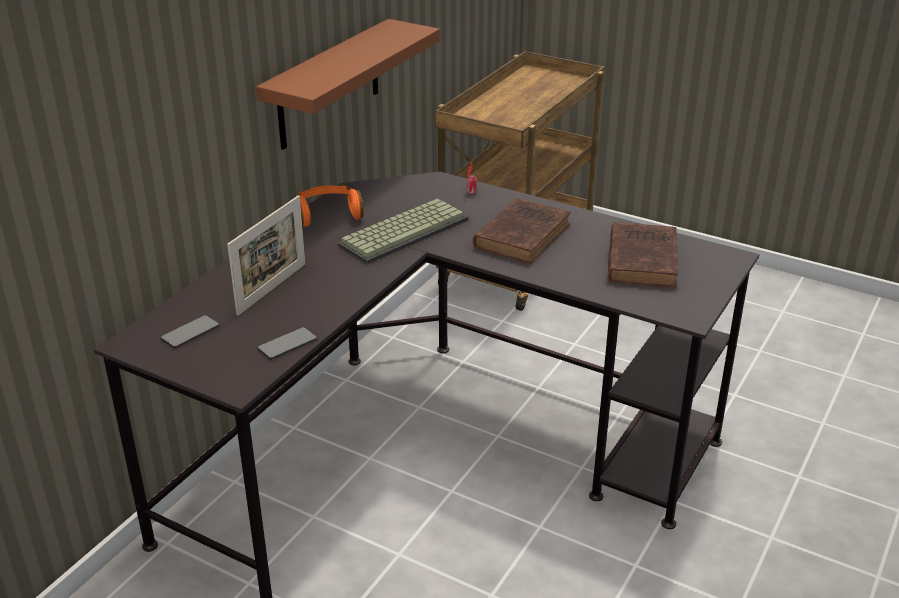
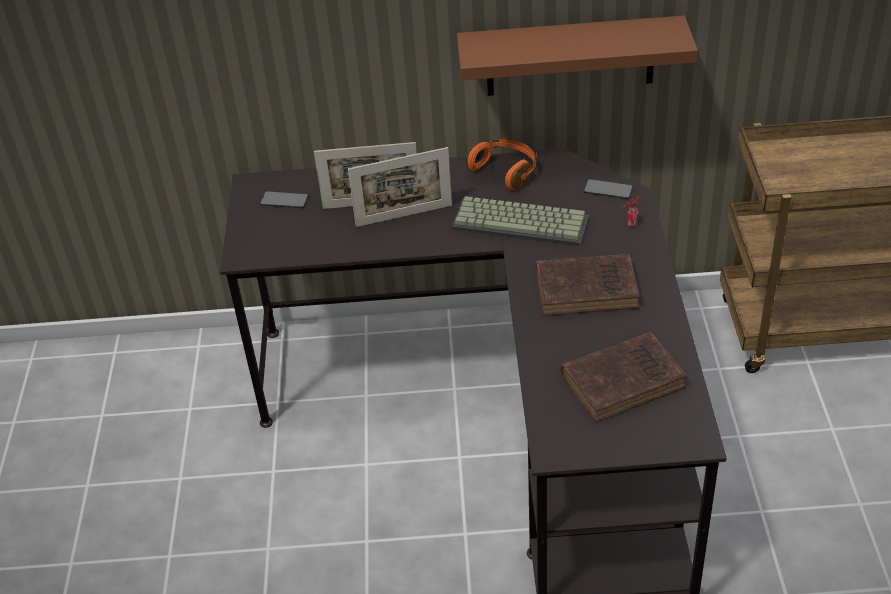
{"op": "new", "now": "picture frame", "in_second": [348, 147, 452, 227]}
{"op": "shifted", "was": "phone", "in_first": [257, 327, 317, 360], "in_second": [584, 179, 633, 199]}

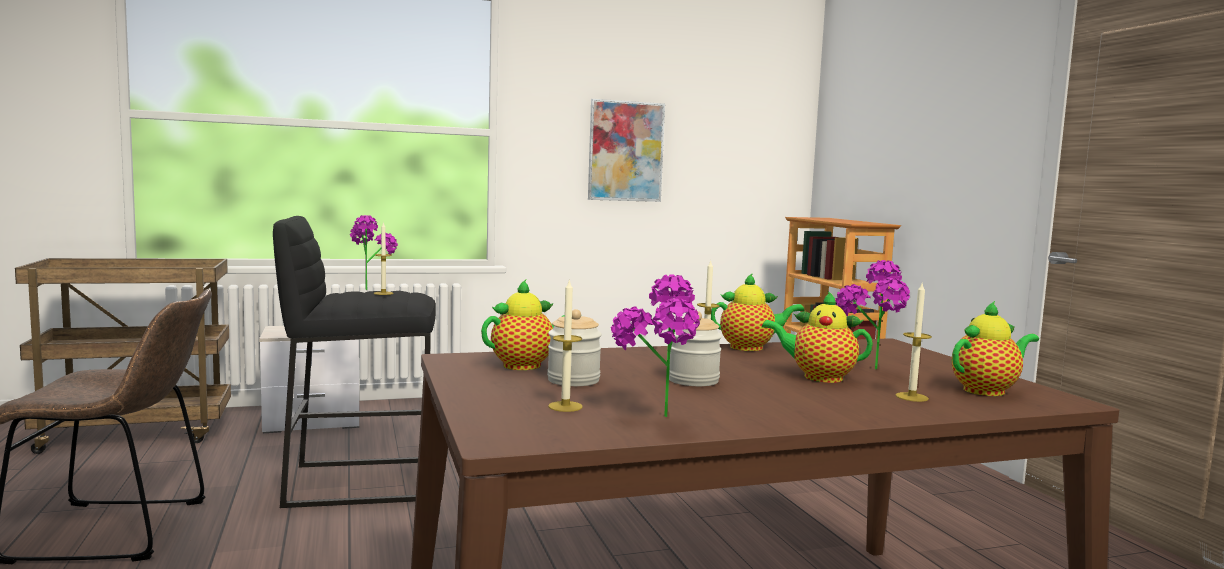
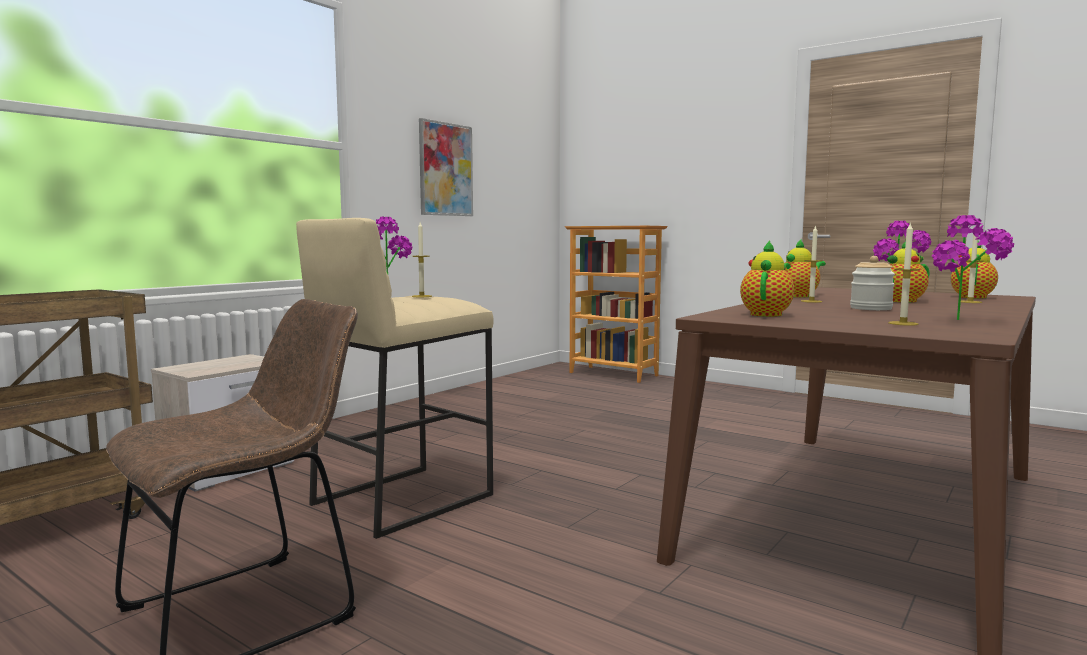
{"op": "gone", "was": "jar", "in_first": [547, 309, 602, 386]}
{"op": "repainted", "was": "black stool", "now": "beige stool", "in_first": [273, 216, 436, 508], "in_second": [296, 218, 494, 539]}

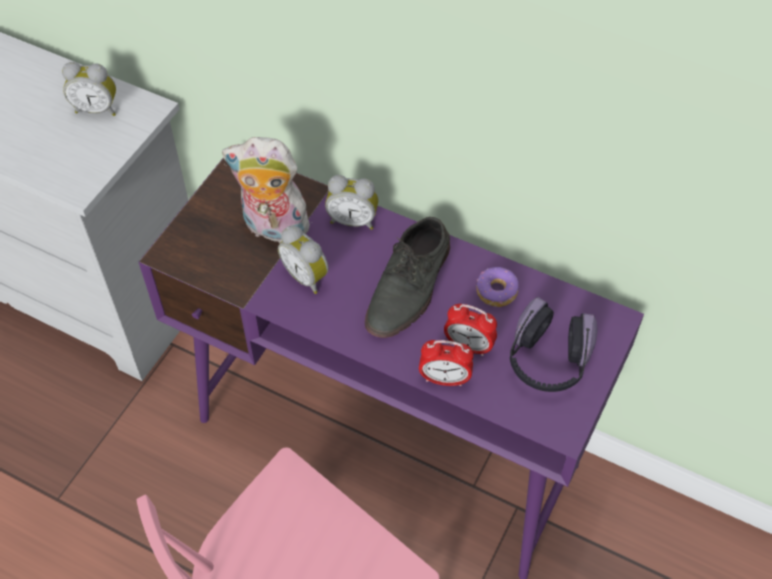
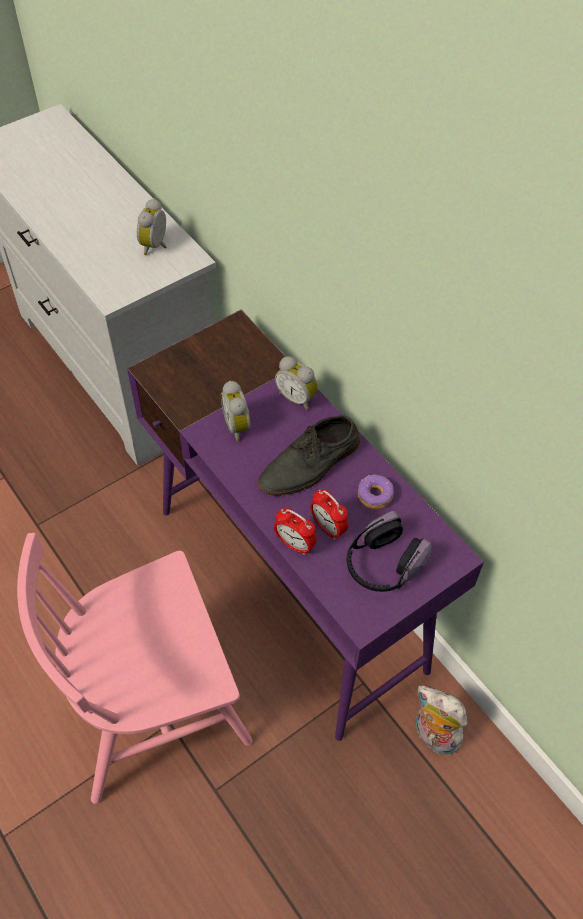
{"op": "shifted", "was": "plush toy", "in_first": [222, 137, 315, 243], "in_second": [416, 686, 467, 755]}
{"op": "rotated", "was": "alarm clock", "in_first": [62, 62, 116, 116], "in_second": [137, 198, 167, 255], "clockwise": 75}

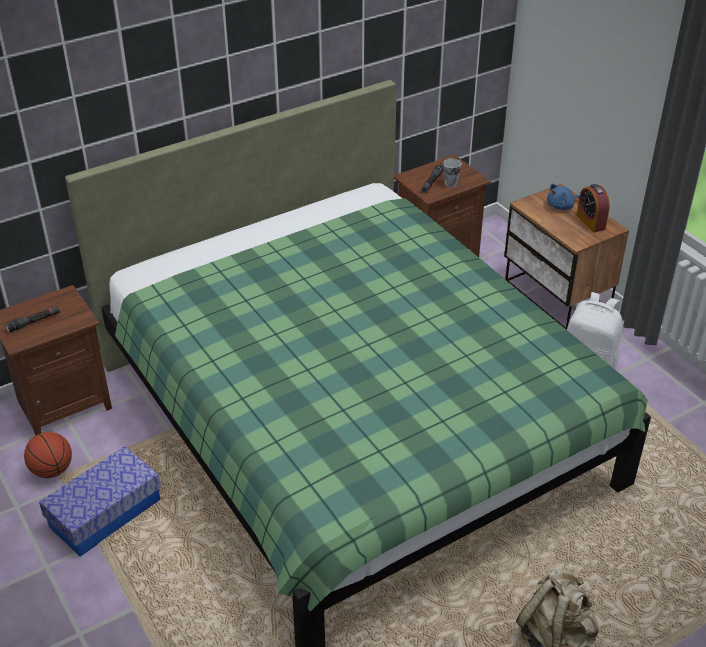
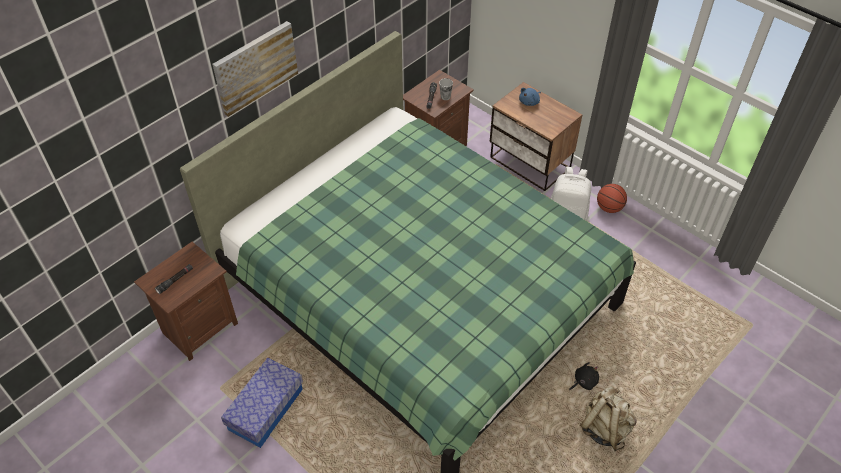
{"op": "gone", "was": "alarm clock", "in_first": [577, 184, 610, 232]}
{"op": "new", "now": "picture", "in_second": [212, 21, 298, 117]}
{"op": "new", "now": "black plush toy", "in_second": [569, 362, 599, 390]}
{"op": "shifted", "was": "basketball", "in_first": [24, 432, 72, 478], "in_second": [597, 184, 627, 213]}

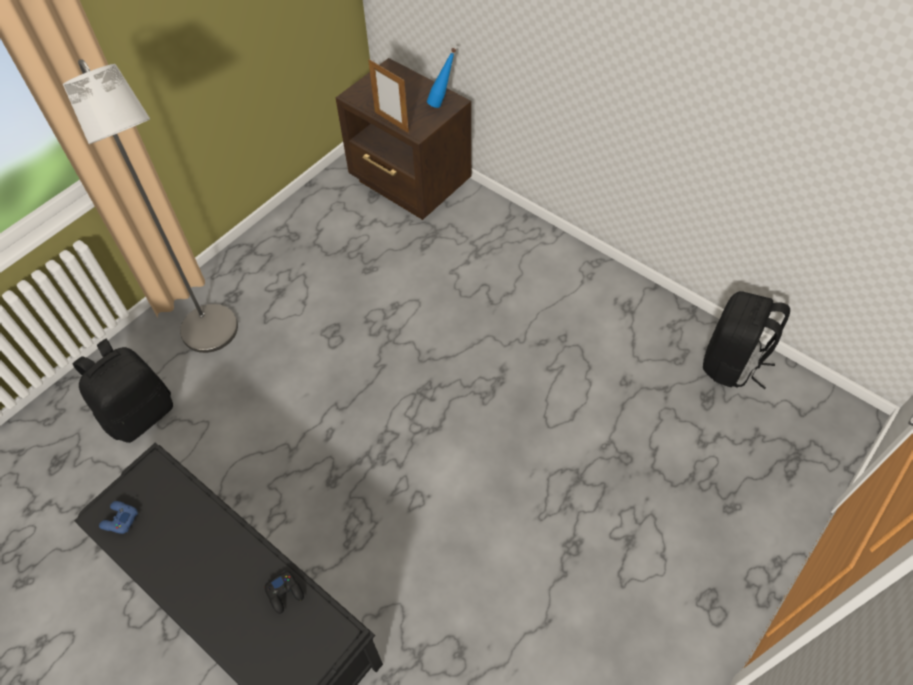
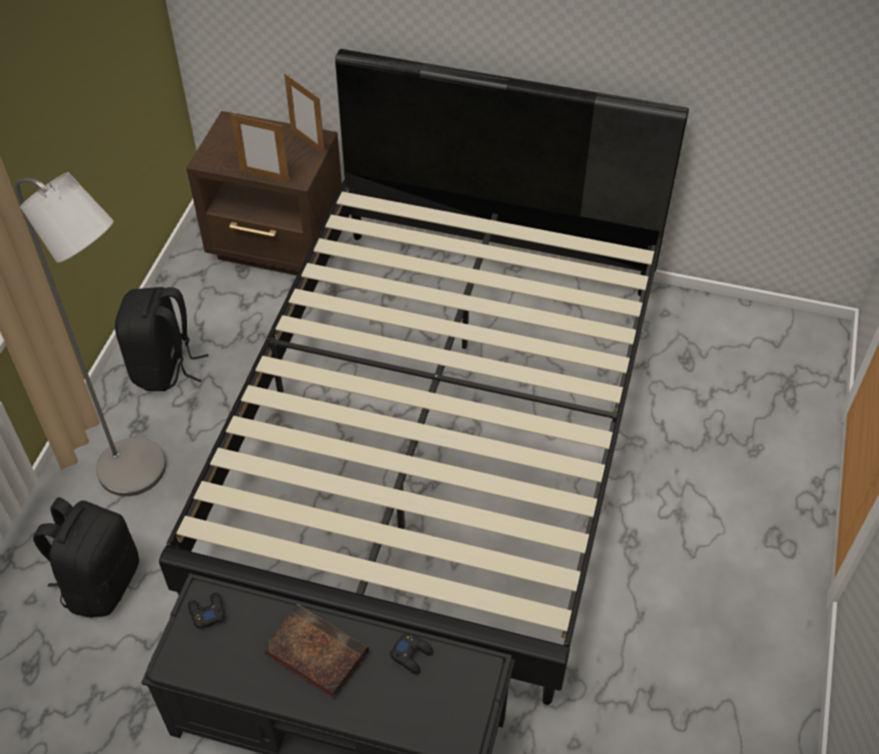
{"op": "gone", "was": "blue game controller", "in_first": [99, 501, 138, 534]}
{"op": "new", "now": "black bed", "in_second": [159, 49, 689, 705]}
{"op": "new", "now": "black game controller", "in_second": [188, 593, 225, 629]}
{"op": "new", "now": "book", "in_second": [262, 604, 369, 699]}
{"op": "shifted", "was": "black backpack", "in_first": [703, 291, 790, 390], "in_second": [115, 287, 209, 391]}
{"op": "swapped", "was": "blue bottle", "now": "picture frame", "in_first": [427, 48, 456, 108], "in_second": [284, 74, 325, 155]}

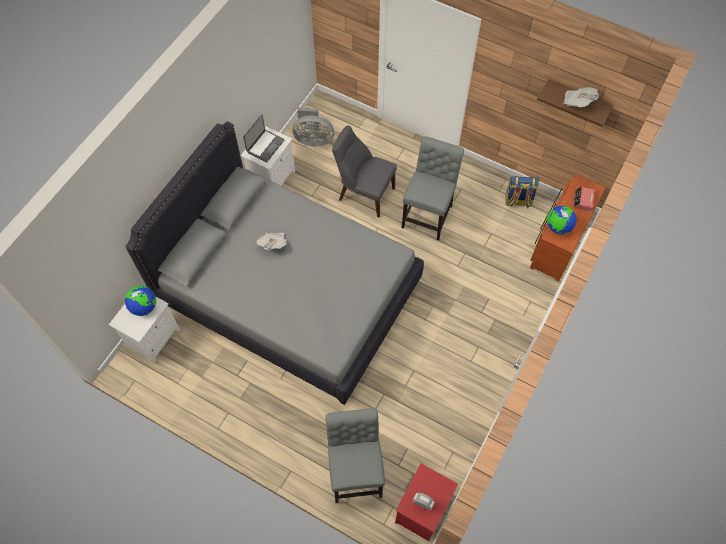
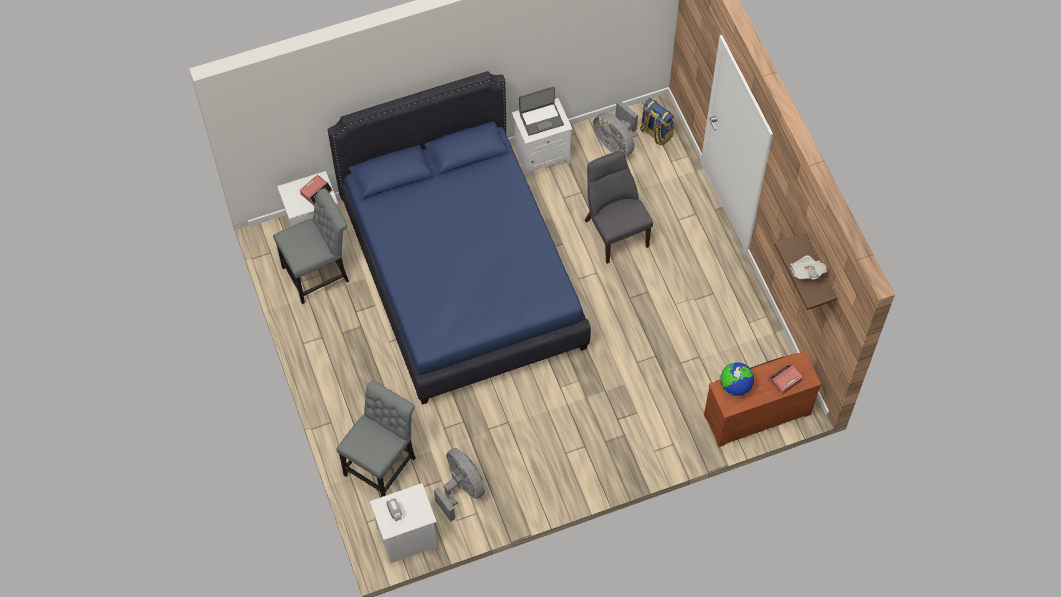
{"op": "gone", "was": "newspaper", "in_first": [257, 233, 287, 250]}
{"op": "new", "now": "grey fan", "in_second": [434, 448, 485, 522]}
{"op": "shifted", "was": "grey chair", "in_first": [401, 136, 464, 240], "in_second": [273, 189, 349, 304]}
{"op": "shifted", "was": "backpack", "in_first": [505, 176, 539, 208], "in_second": [640, 98, 674, 146]}
{"op": "swapped", "was": "globe", "now": "alarm clock", "in_first": [125, 286, 156, 316], "in_second": [300, 175, 332, 205]}
{"op": "repainted", "was": "grey bed", "now": "blue bed", "in_first": [126, 122, 424, 405], "in_second": [328, 71, 591, 405]}
{"op": "repainted", "was": "red nightstand", "now": "white nightstand", "in_first": [395, 464, 458, 541], "in_second": [370, 483, 437, 563]}

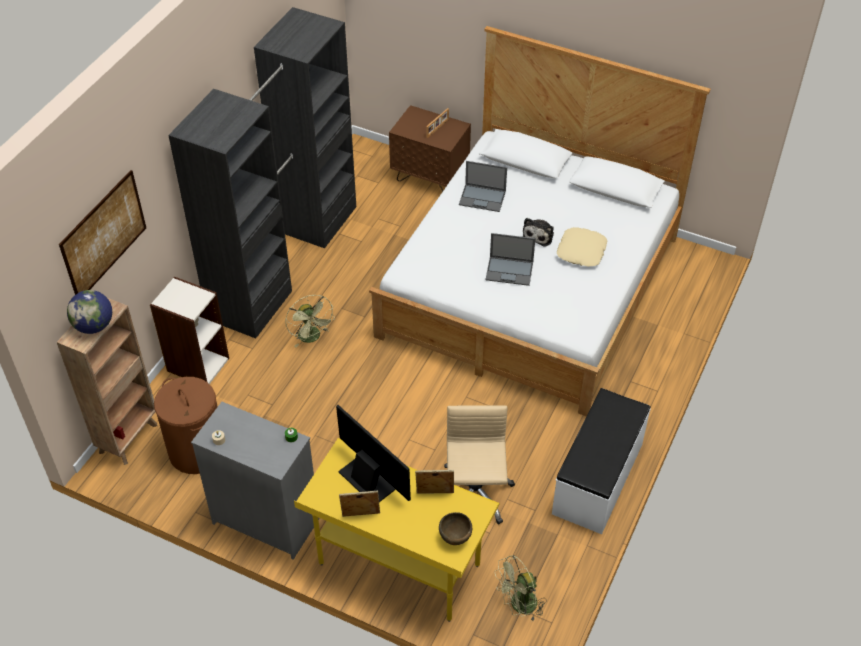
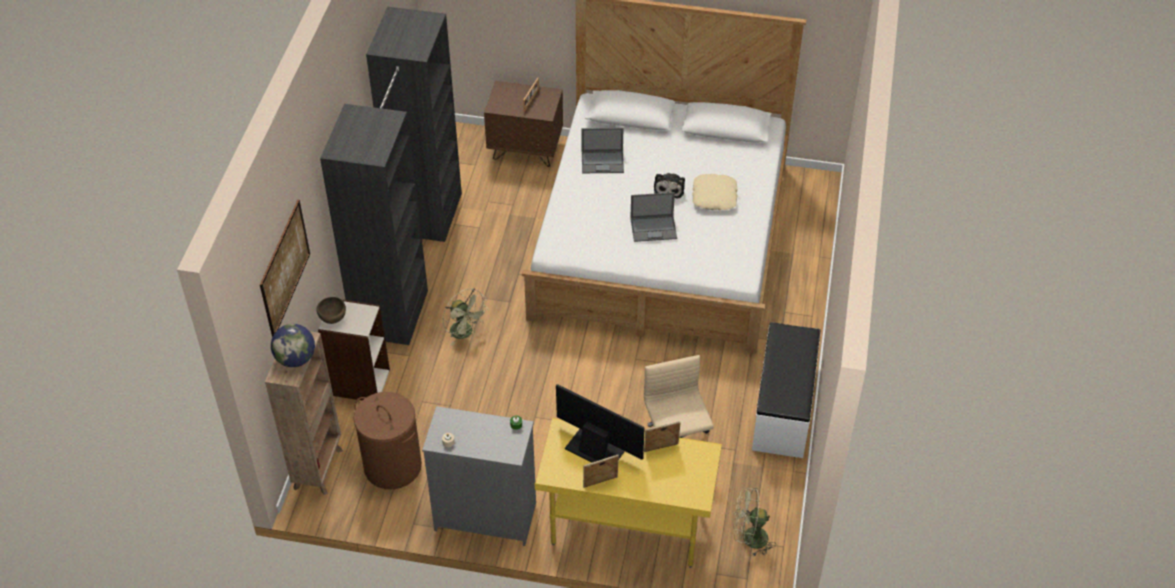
{"op": "shifted", "was": "brown bowl", "in_first": [439, 512, 472, 545], "in_second": [317, 297, 346, 324]}
{"op": "rotated", "was": "green fan", "in_first": [495, 555, 547, 621], "in_second": [733, 488, 776, 557], "clockwise": 45}

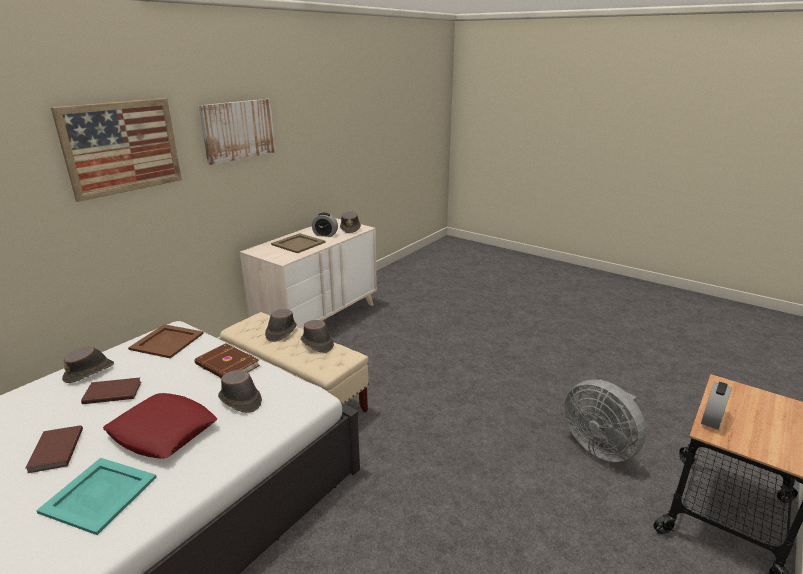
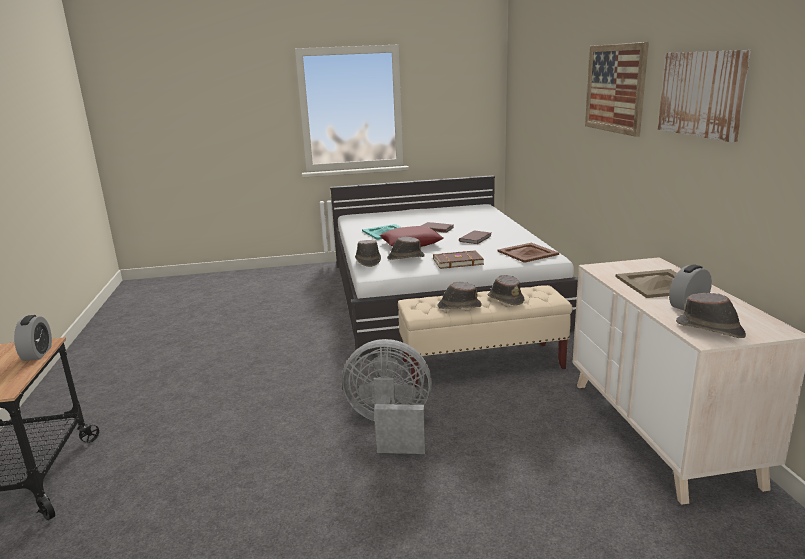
{"op": "shifted", "was": "brown hat", "in_first": [62, 346, 114, 383], "in_second": [355, 240, 381, 267]}
{"op": "shifted", "was": "grey fan", "in_first": [564, 379, 646, 462], "in_second": [342, 339, 432, 454]}

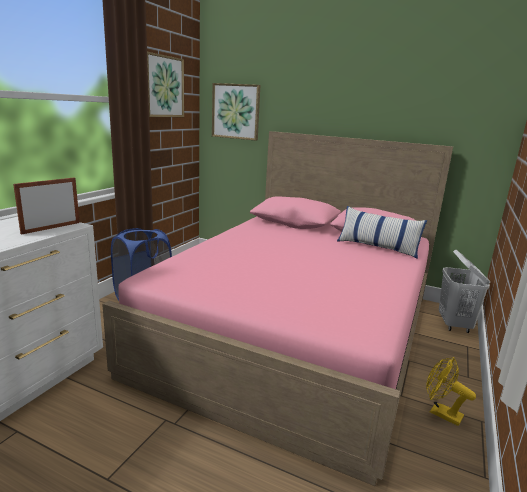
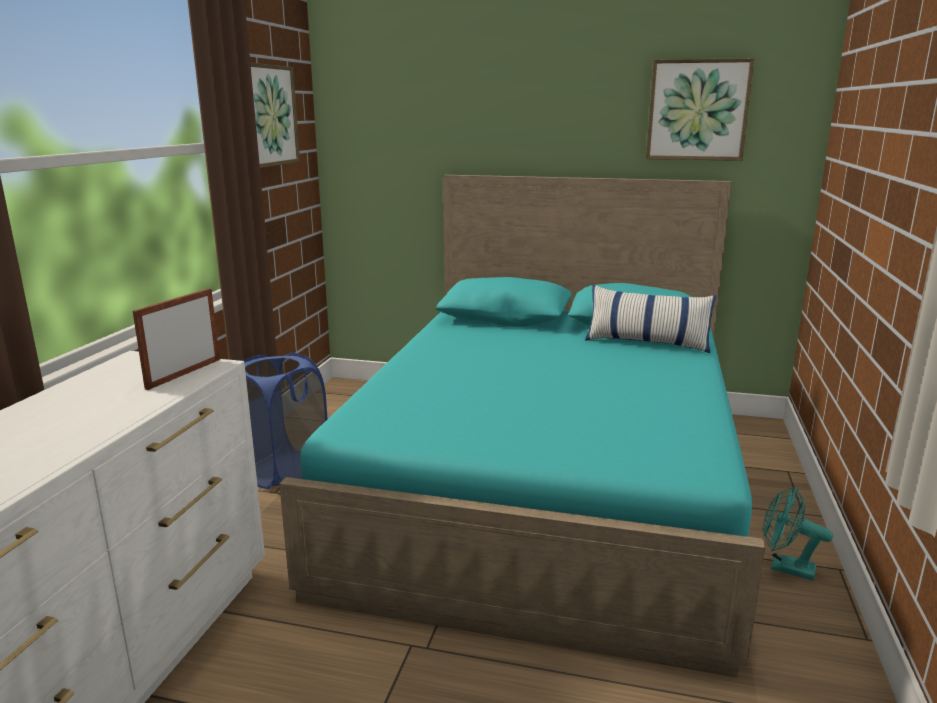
{"op": "gone", "was": "white laundry basket", "in_first": [439, 250, 490, 333]}
{"op": "shifted", "was": "picture", "in_first": [212, 83, 260, 141], "in_second": [646, 58, 755, 161]}
{"op": "repainted", "was": "pink bed", "now": "turquoise bed", "in_first": [102, 131, 453, 486], "in_second": [279, 175, 765, 677]}
{"op": "repainted", "was": "yellow fan", "now": "turquoise fan", "in_first": [426, 357, 476, 426], "in_second": [763, 486, 833, 581]}

